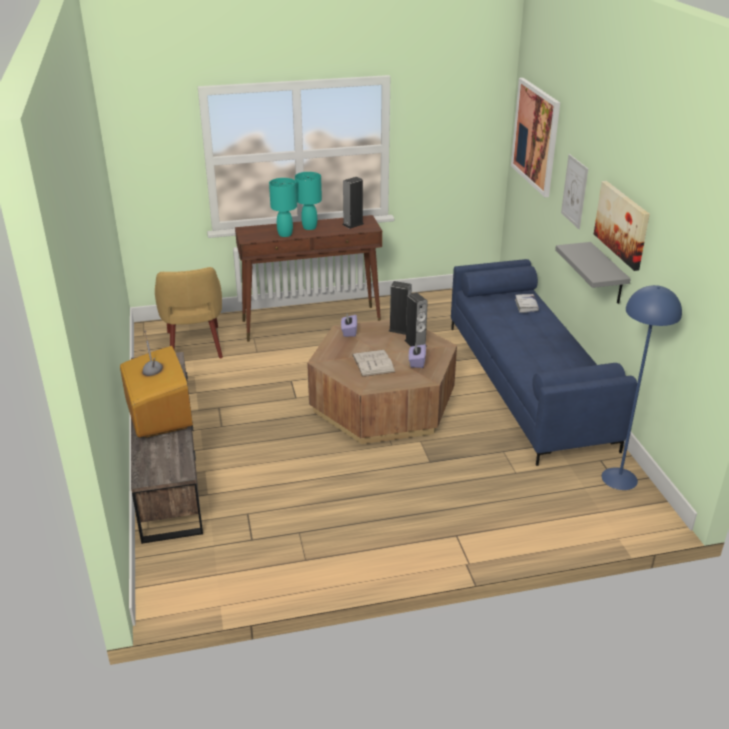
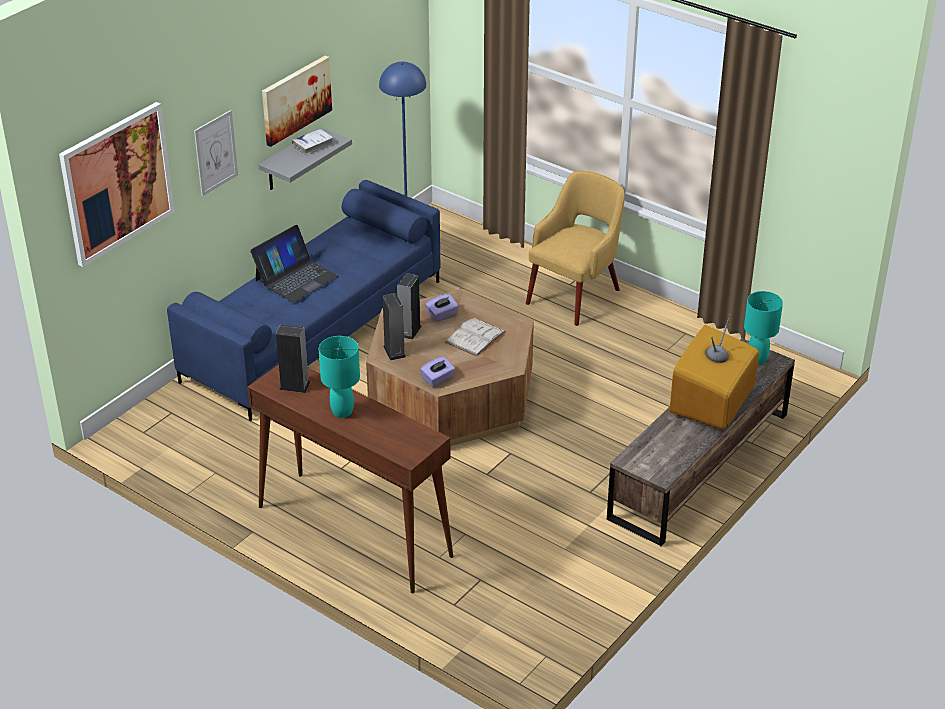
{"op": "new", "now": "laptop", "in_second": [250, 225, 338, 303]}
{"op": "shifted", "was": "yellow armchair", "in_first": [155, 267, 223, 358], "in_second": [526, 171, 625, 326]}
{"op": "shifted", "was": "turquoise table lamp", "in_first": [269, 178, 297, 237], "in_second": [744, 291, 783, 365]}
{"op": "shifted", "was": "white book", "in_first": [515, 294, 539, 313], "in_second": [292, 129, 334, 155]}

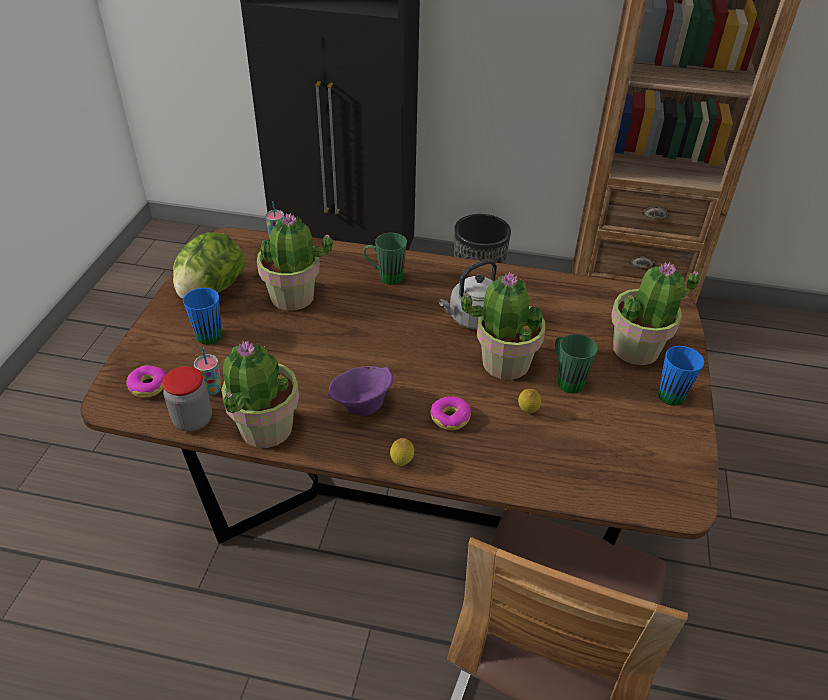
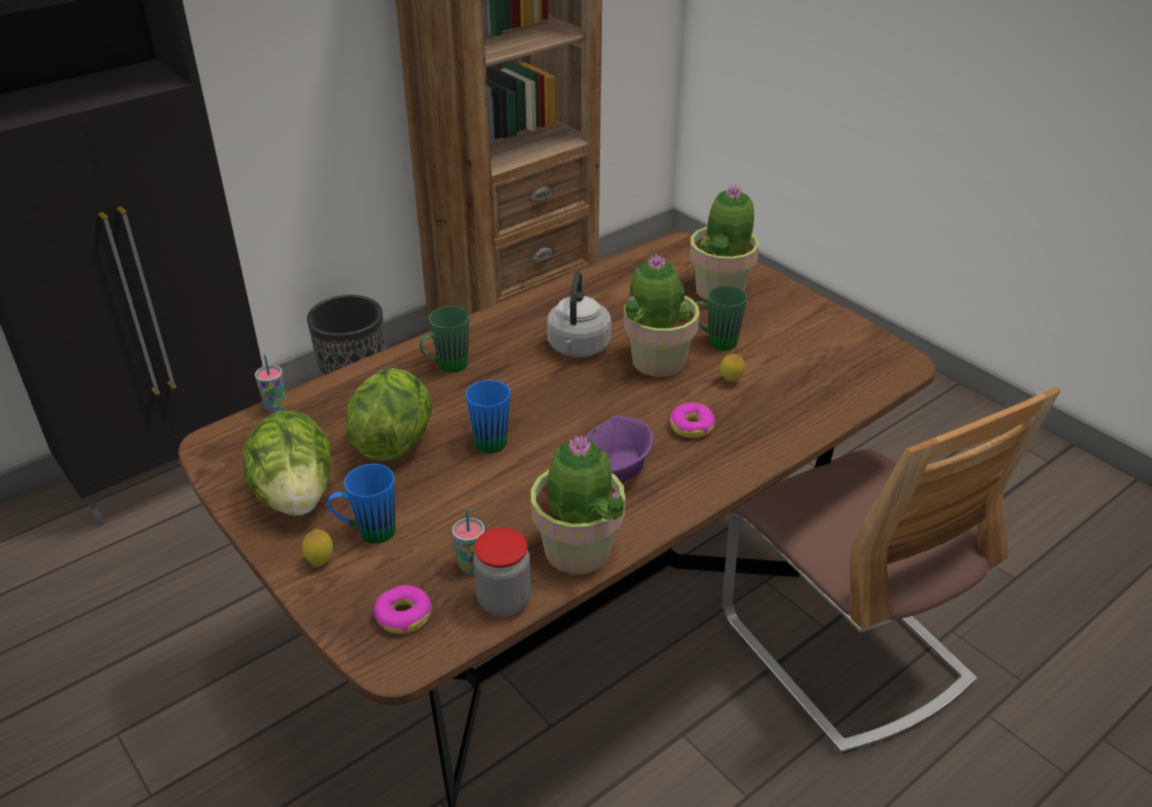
{"op": "shifted", "was": "lemon", "in_first": [390, 438, 414, 466], "in_second": [302, 529, 333, 567]}
{"op": "shifted", "was": "blue mug", "in_first": [658, 346, 704, 406], "in_second": [466, 380, 510, 453]}
{"op": "swapped", "was": "potted plant", "now": "lettuce", "in_first": [257, 213, 333, 311], "in_second": [346, 368, 432, 461]}

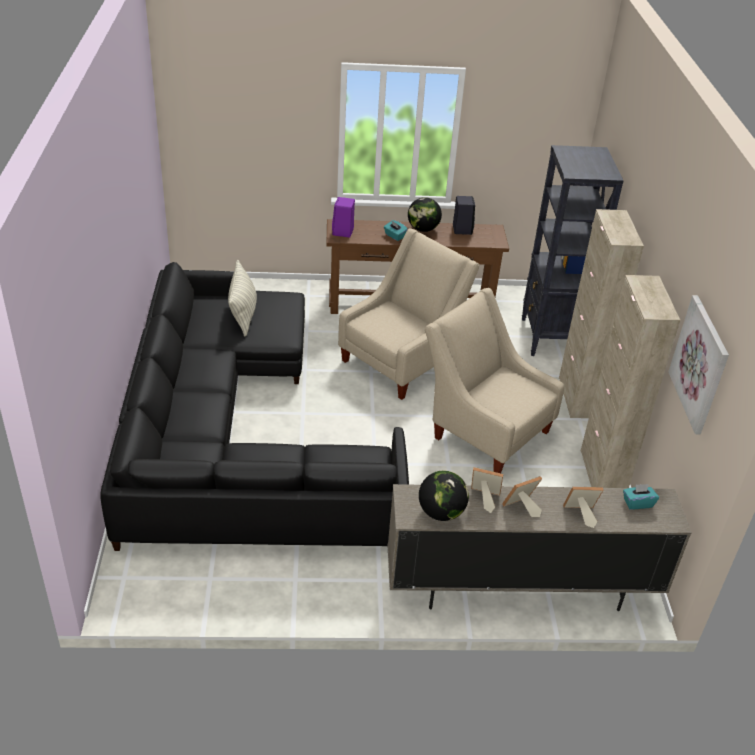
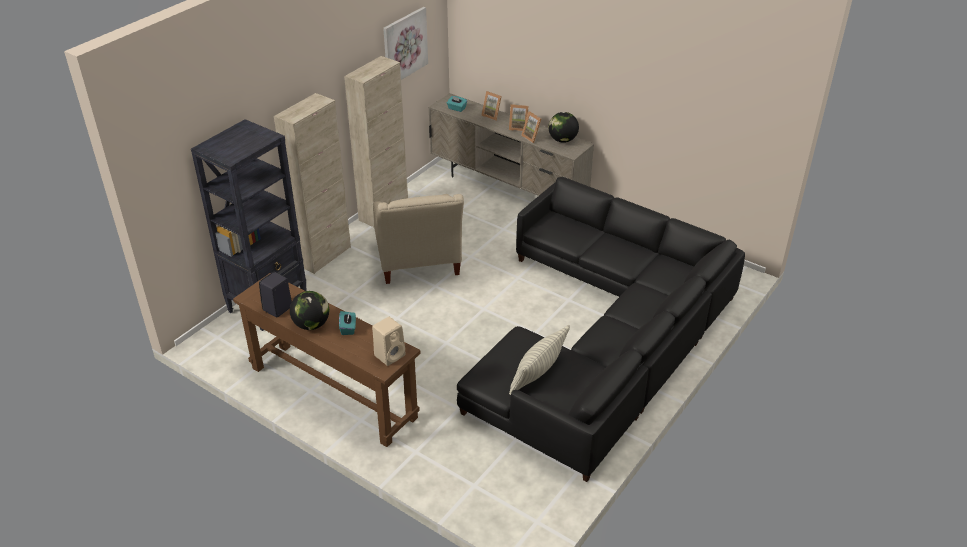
{"op": "gone", "was": "beige armchair", "in_first": [338, 228, 479, 400]}
{"op": "repainted", "was": "purple speaker", "now": "beige speaker", "in_first": [332, 197, 355, 238], "in_second": [372, 317, 406, 366]}

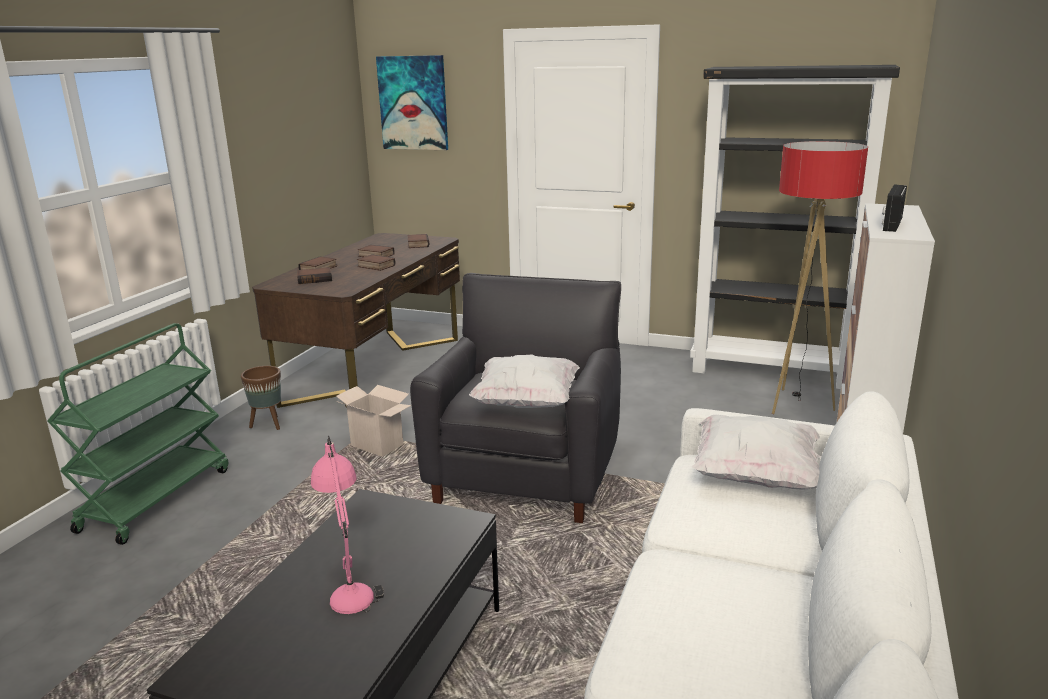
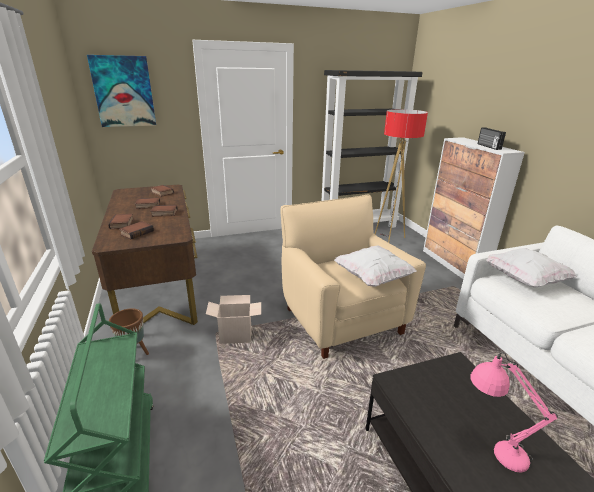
{"op": "repainted", "was": "black armchair", "now": "beige armchair", "in_first": [410, 273, 621, 523], "in_second": [280, 194, 426, 359]}

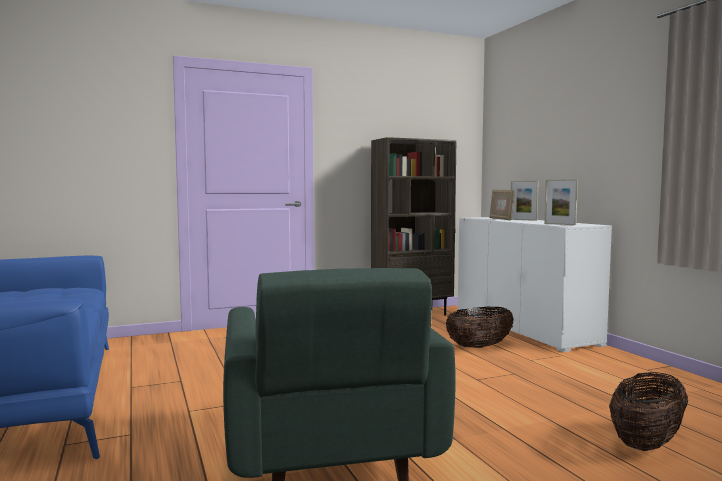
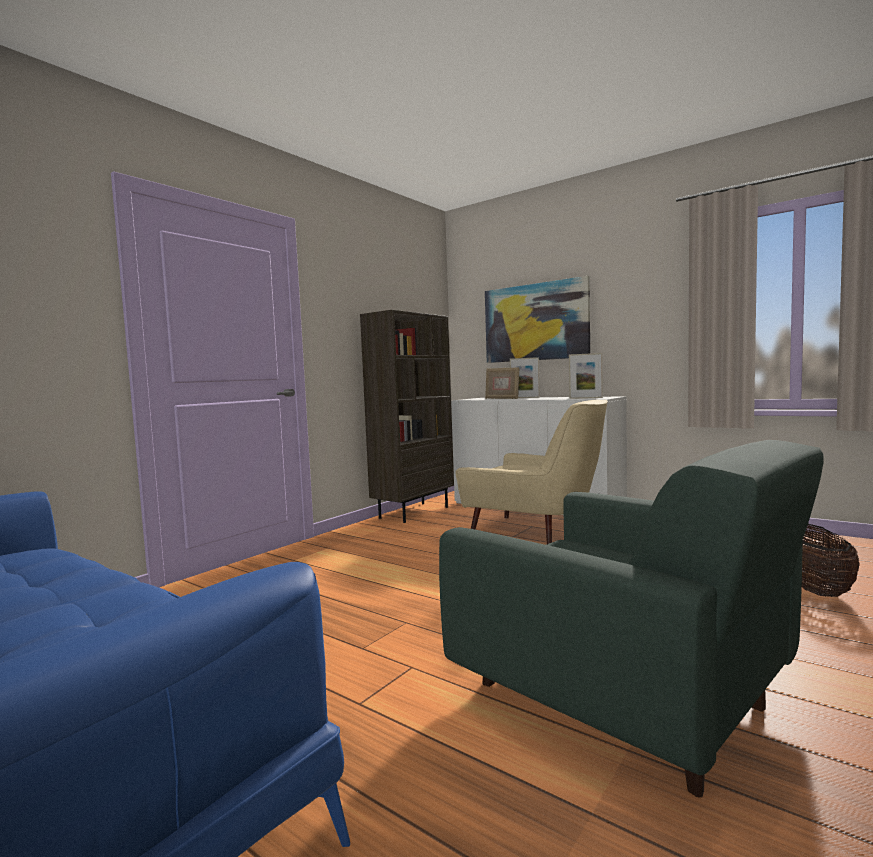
{"op": "new", "now": "picture", "in_second": [485, 276, 590, 363]}
{"op": "swapped", "was": "basket", "now": "beige armchair", "in_first": [446, 307, 514, 348], "in_second": [456, 400, 608, 544]}

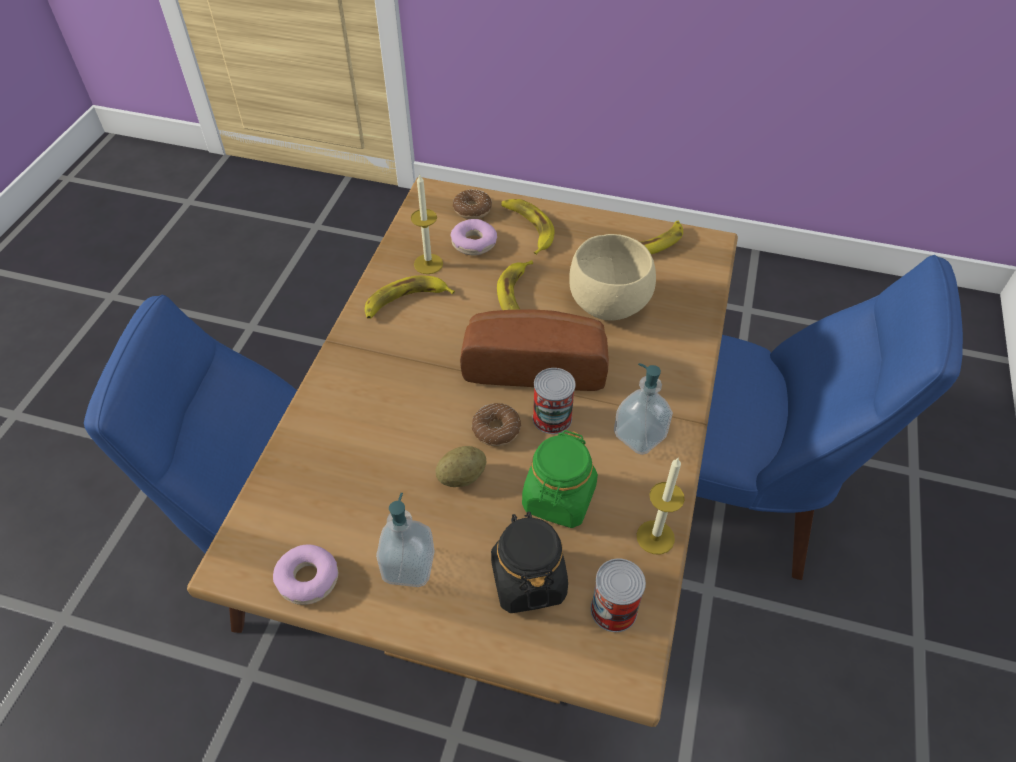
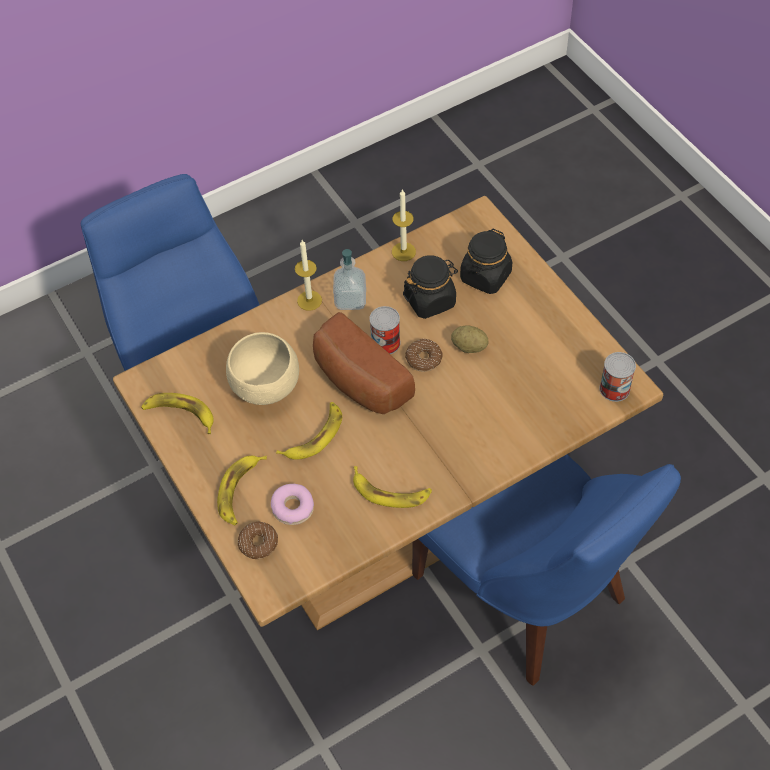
{"op": "gone", "was": "donut", "in_first": [273, 544, 338, 605]}
{"op": "gone", "was": "soap dispenser", "in_first": [376, 493, 435, 587]}
{"op": "shifted", "was": "candle", "in_first": [411, 173, 443, 274], "in_second": [295, 240, 322, 311]}
{"op": "shifted", "was": "can", "in_first": [591, 558, 646, 632], "in_second": [599, 352, 636, 402]}
{"op": "repainted", "was": "green jar", "now": "black jar", "in_first": [522, 430, 598, 528], "in_second": [403, 255, 458, 319]}

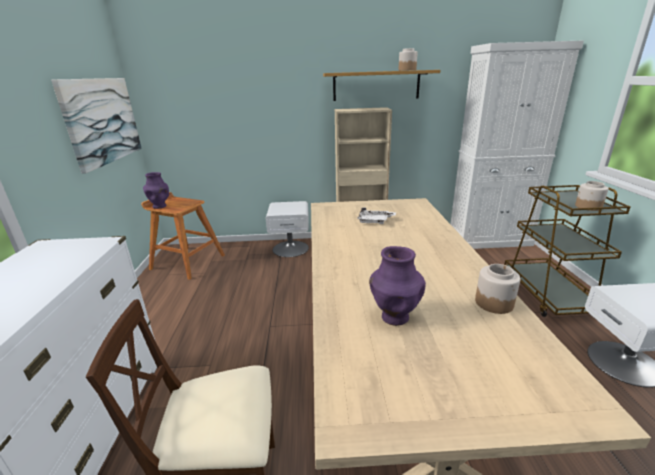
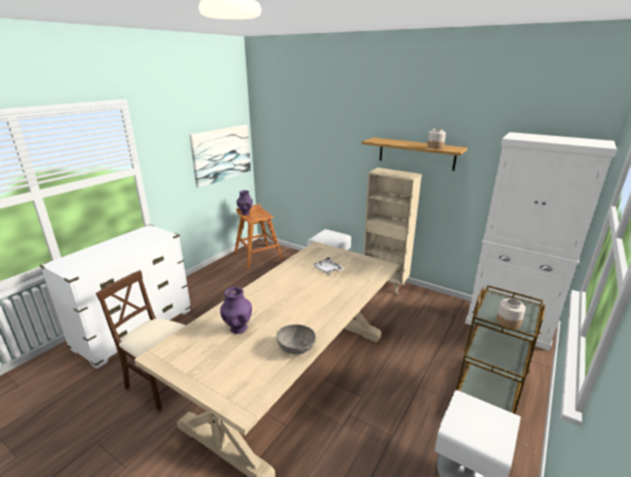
{"op": "swapped", "was": "jar", "now": "grey bowl", "in_first": [475, 264, 520, 314], "in_second": [276, 324, 316, 354]}

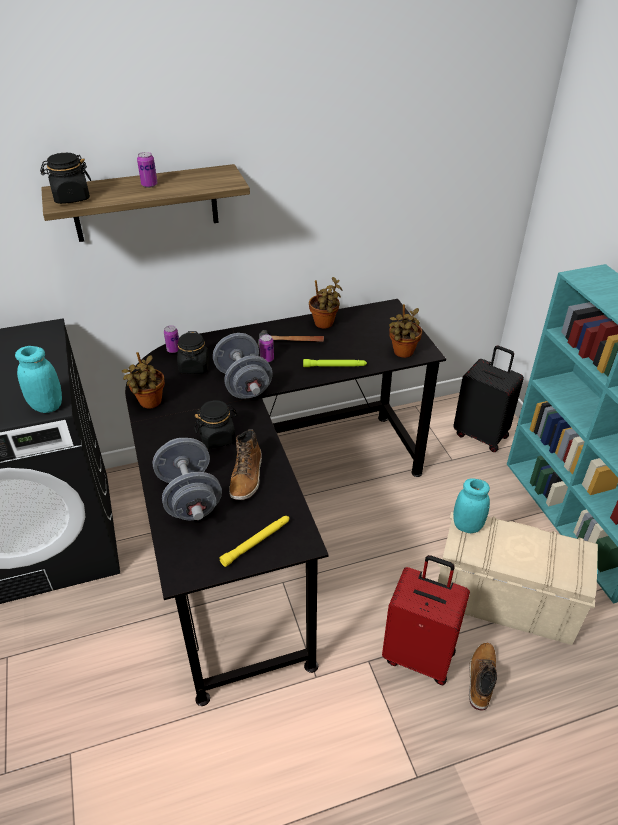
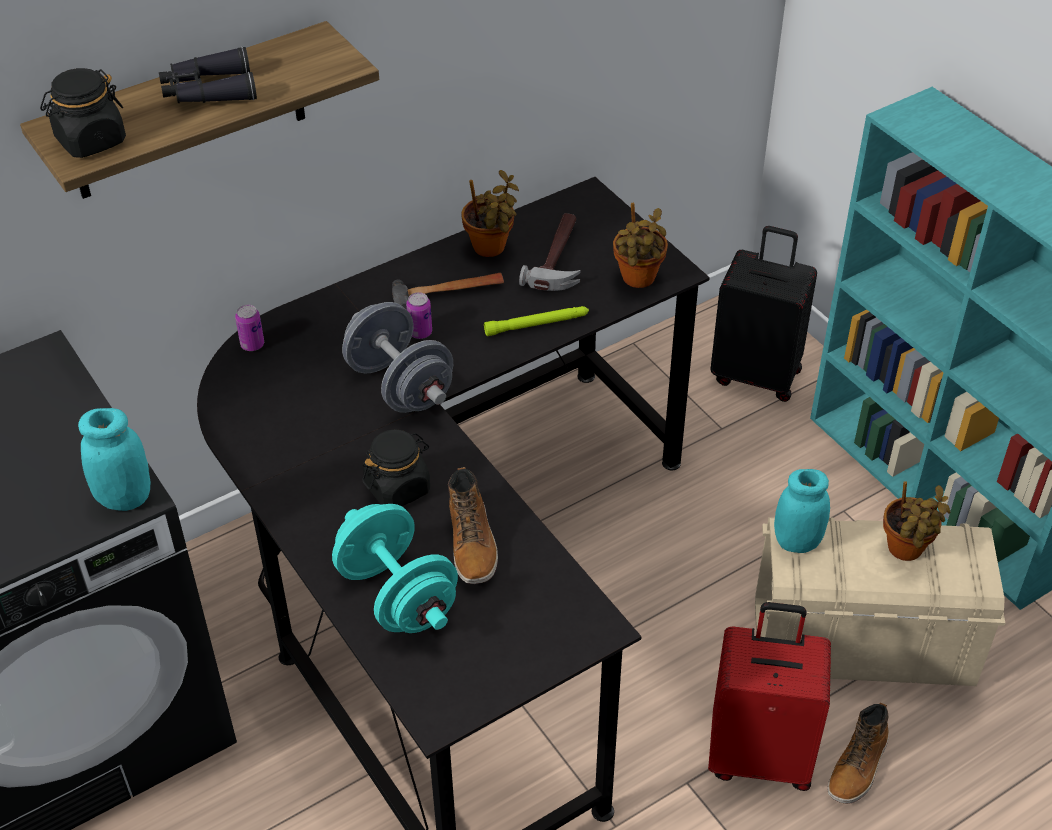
{"op": "gone", "was": "black jar", "in_first": [177, 331, 209, 374]}
{"op": "gone", "was": "yellow flashlight", "in_first": [219, 516, 289, 567]}
{"op": "new", "now": "hammer", "in_second": [519, 213, 581, 291]}
{"op": "shifted", "was": "potted plant", "in_first": [121, 352, 165, 408], "in_second": [883, 481, 950, 561]}
{"op": "swapped", "was": "can", "now": "black binoculars", "in_first": [137, 152, 158, 188], "in_second": [159, 47, 257, 103]}
{"op": "repainted", "was": "grey dumbbell", "now": "turquoise dumbbell", "in_first": [152, 438, 222, 520], "in_second": [332, 504, 458, 633]}
{"op": "rotated", "was": "boot", "in_first": [469, 642, 497, 711], "in_second": [827, 702, 889, 804], "clockwise": -150}

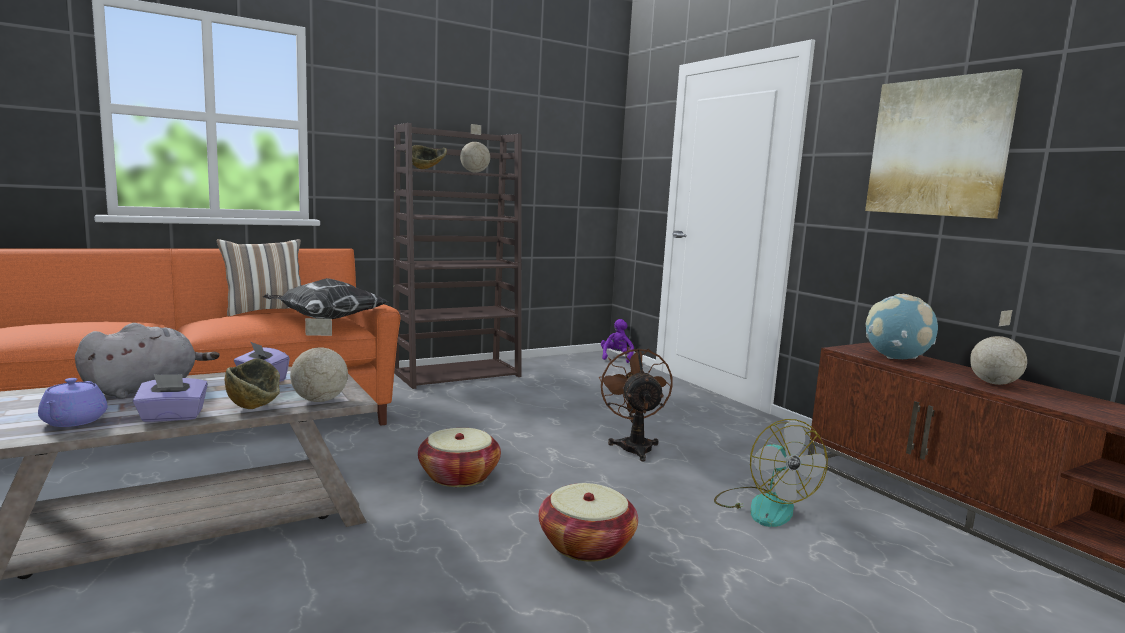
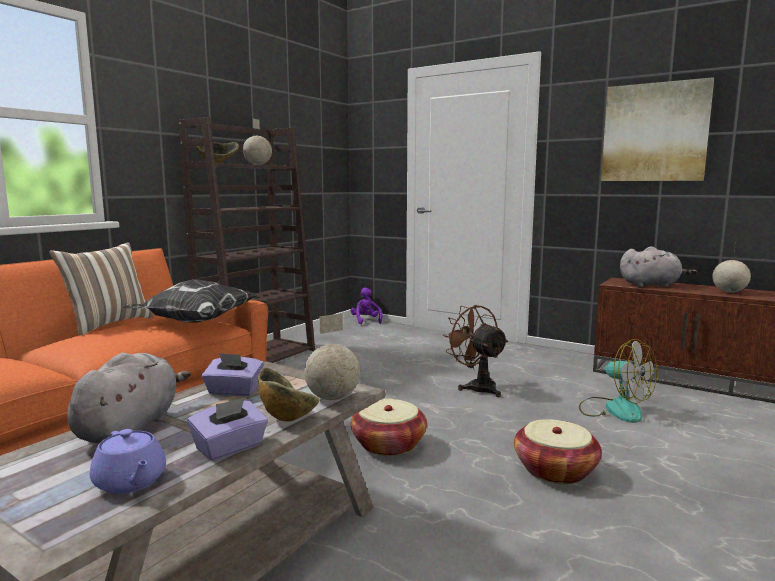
{"op": "swapped", "was": "globe", "now": "grey plush toy", "in_first": [865, 294, 938, 359], "in_second": [620, 246, 697, 287]}

